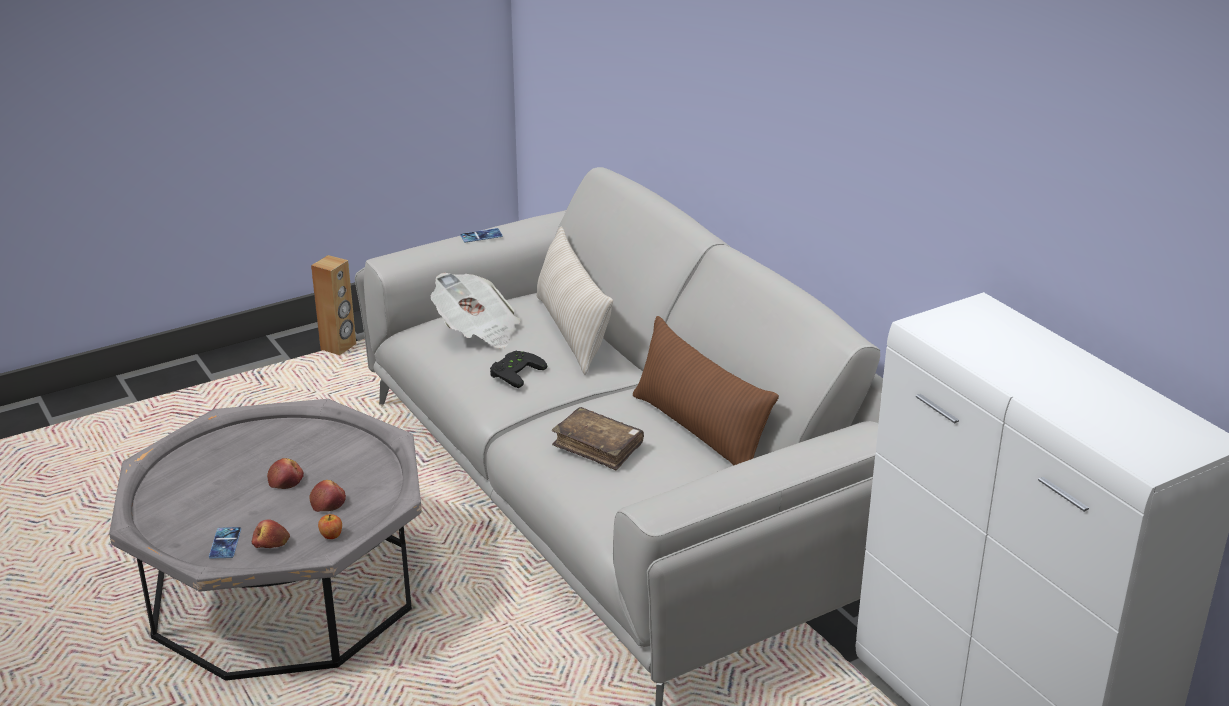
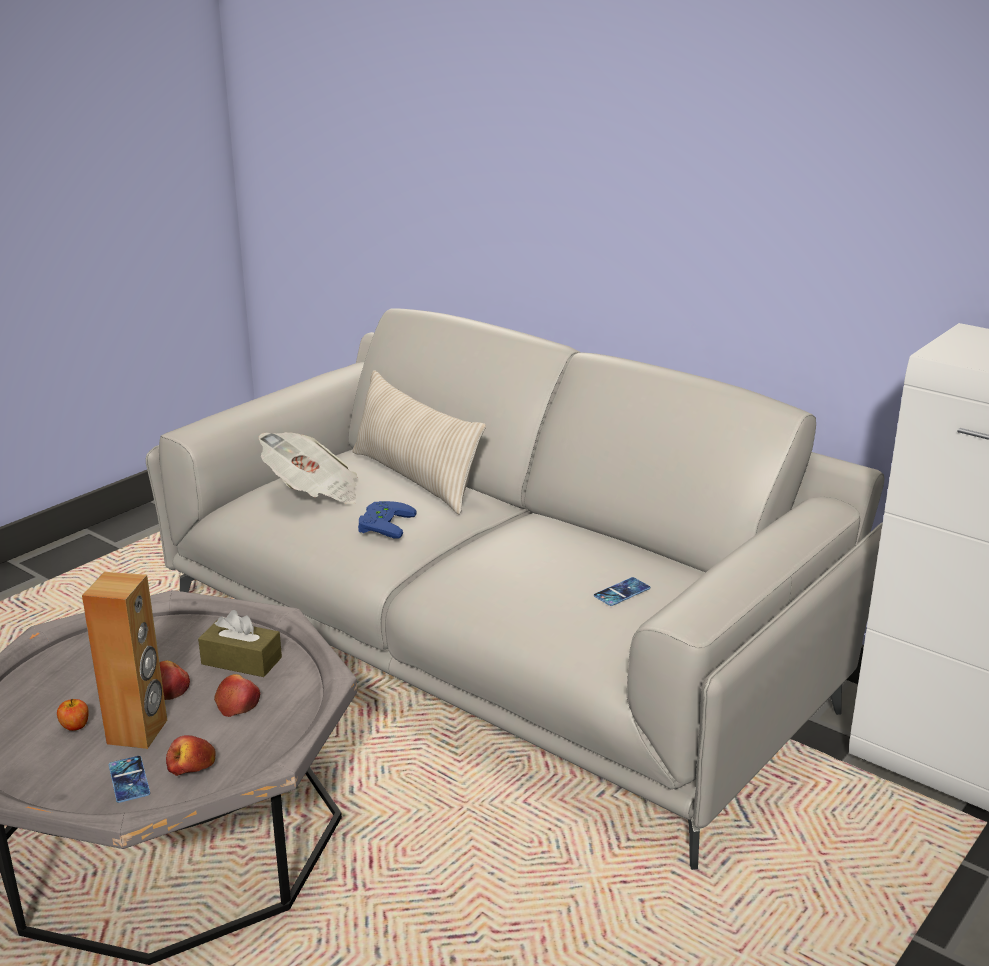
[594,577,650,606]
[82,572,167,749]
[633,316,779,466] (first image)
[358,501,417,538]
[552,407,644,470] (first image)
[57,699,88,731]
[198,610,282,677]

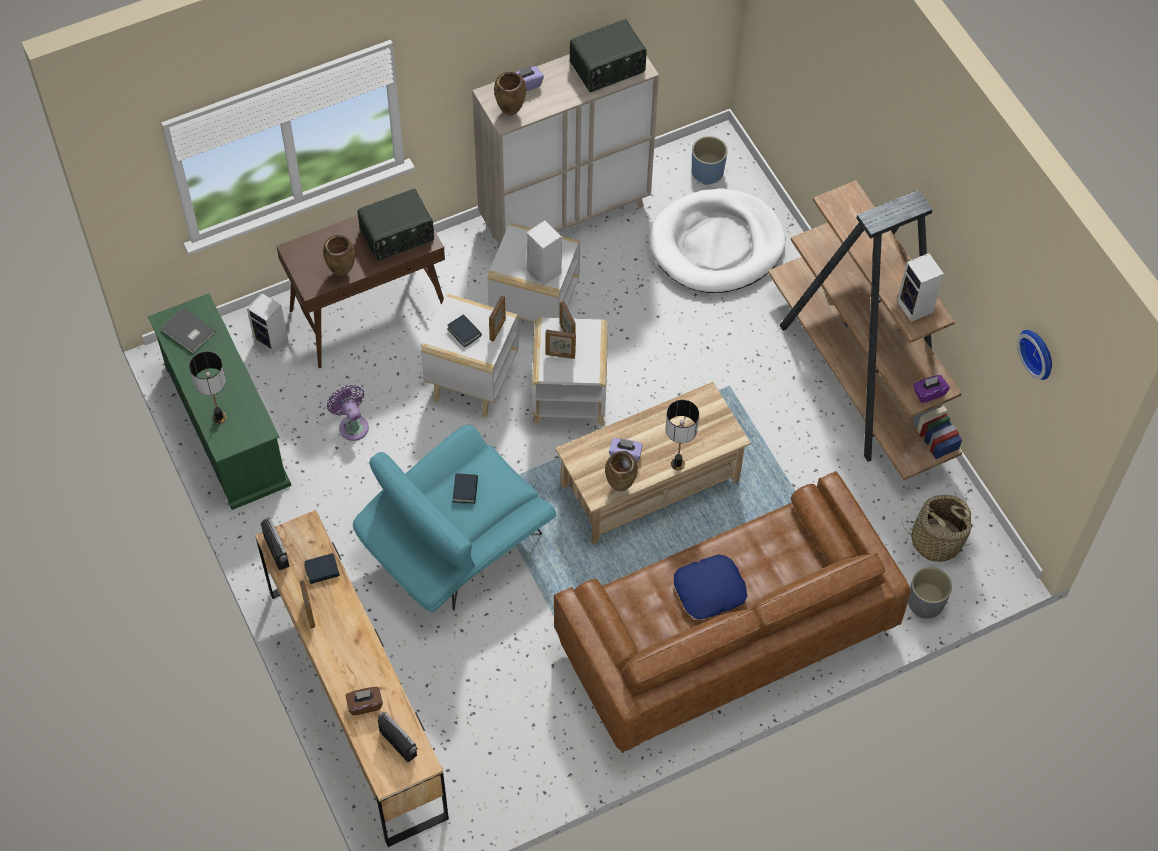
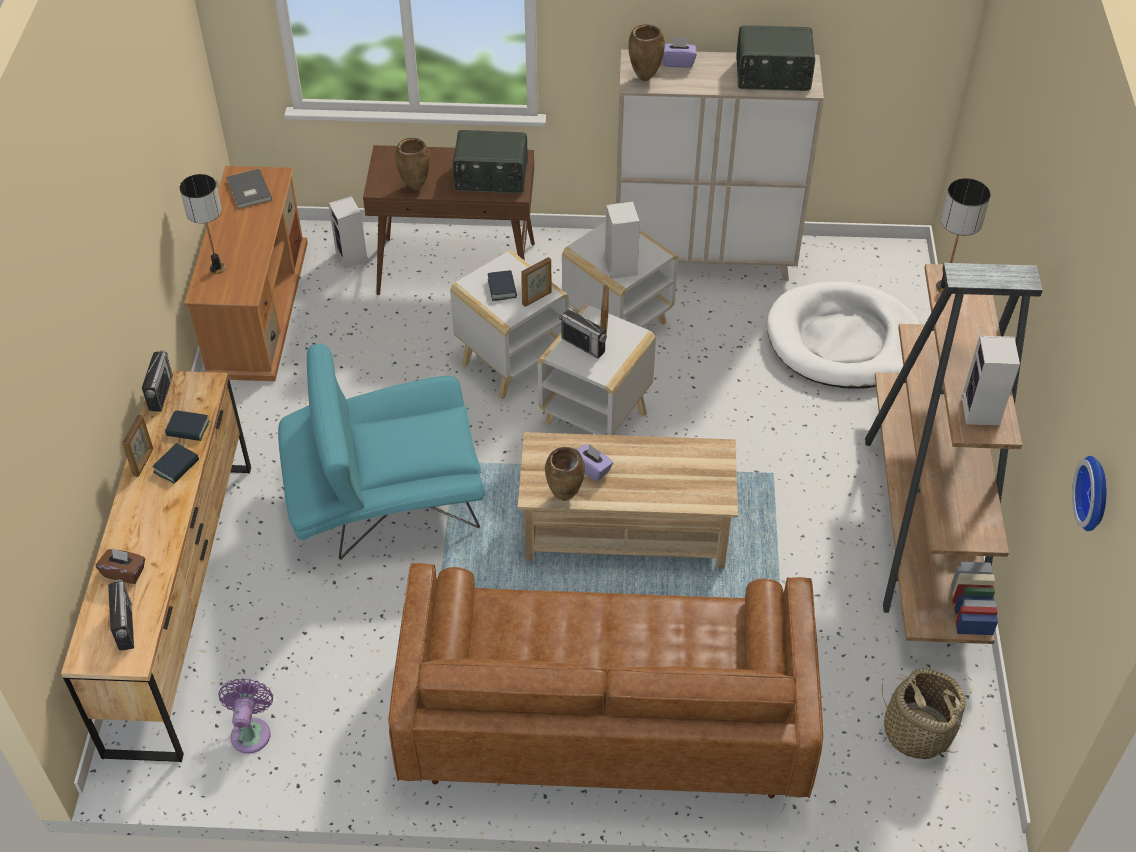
[692,136,728,185] (first image)
[184,166,308,381]
[559,304,607,359]
[913,375,950,403] (first image)
[219,678,273,754]
[936,178,990,292]
[152,443,199,484]
[674,555,747,620] (first image)
[908,567,952,619] (first image)

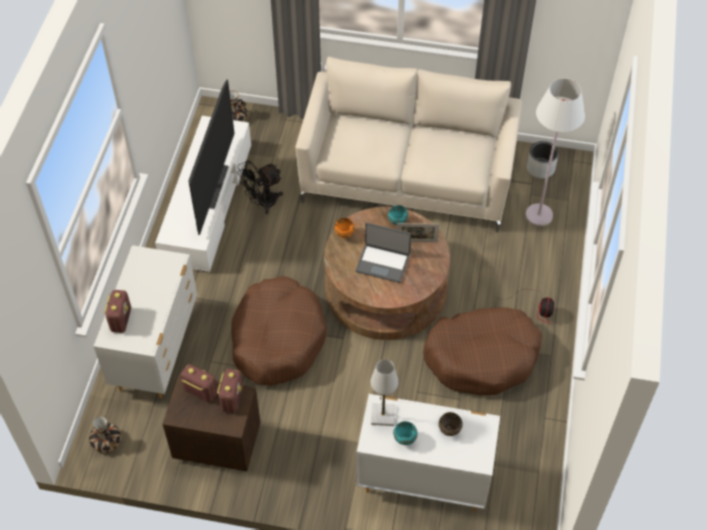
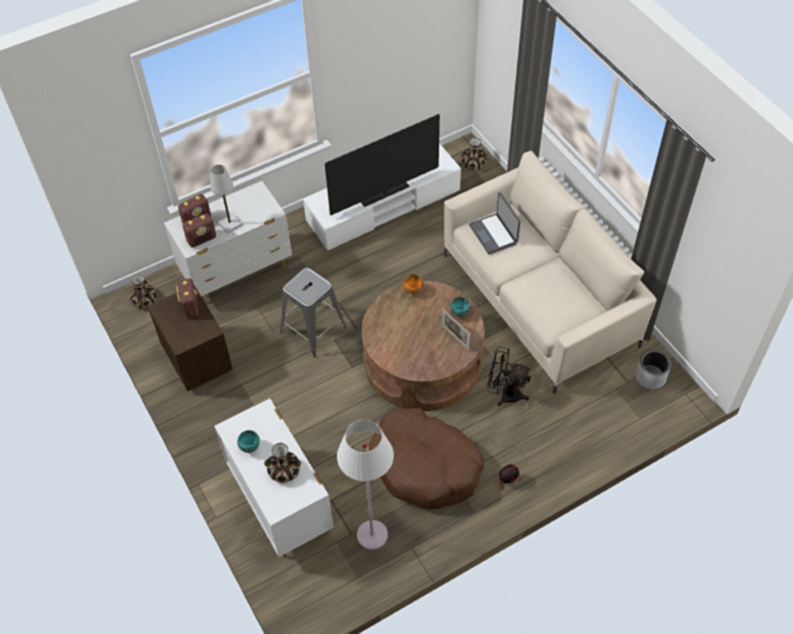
[337,420,394,550]
[487,347,531,406]
[469,192,520,254]
[280,267,347,357]
[210,164,243,234]
[182,213,216,248]
[264,443,301,483]

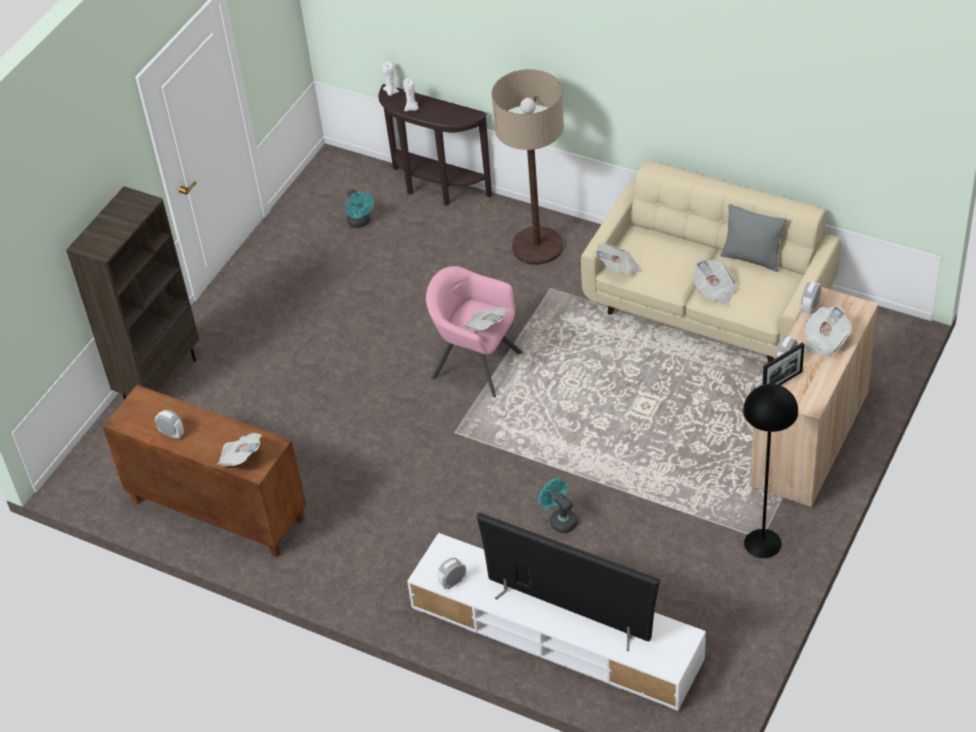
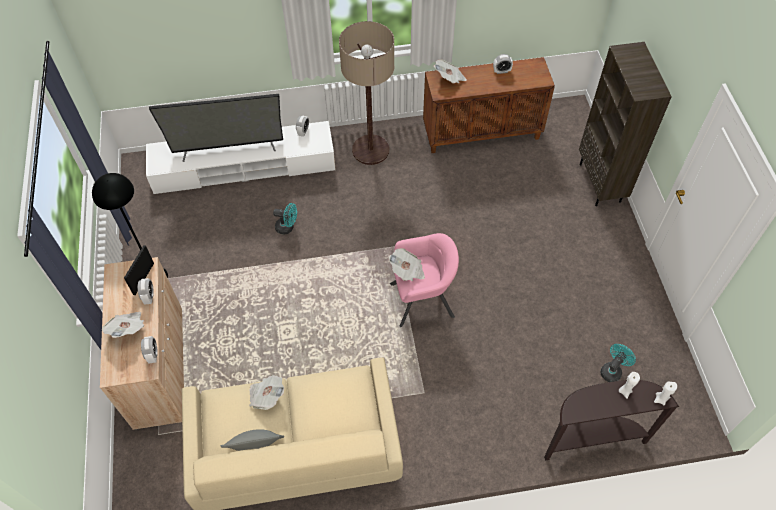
[339,21,394,165]
[600,344,636,382]
[594,243,642,275] (first image)

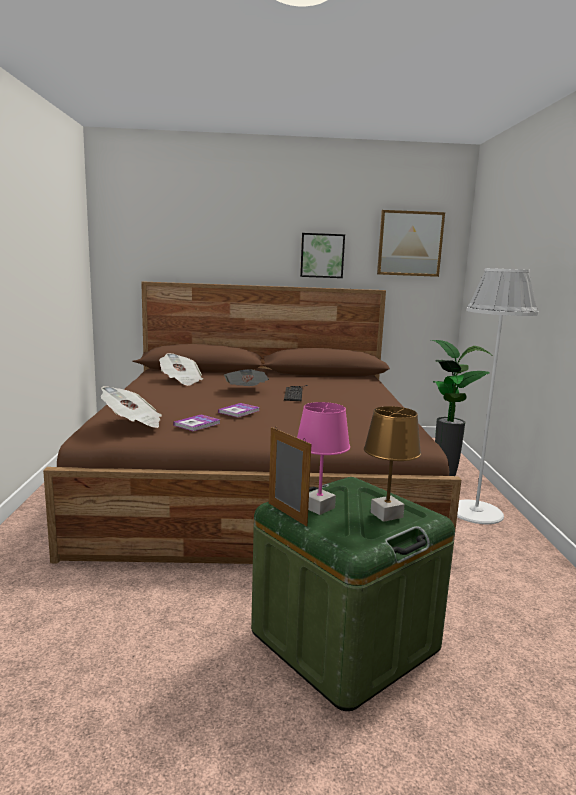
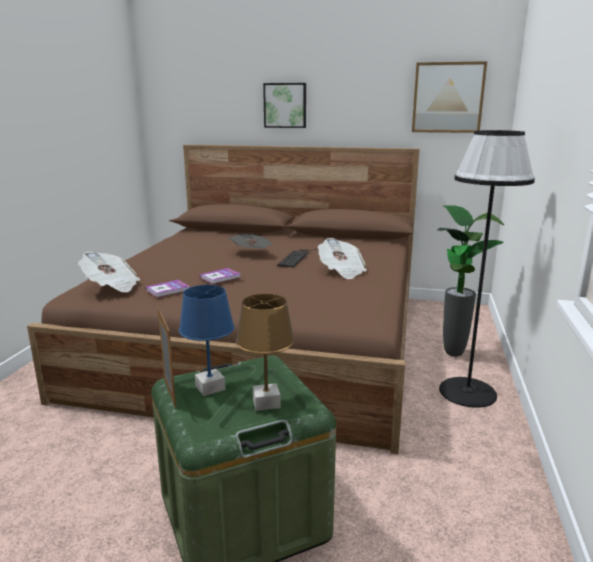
[263,83,306,128]
[439,130,535,408]
[318,238,367,279]
[179,285,235,396]

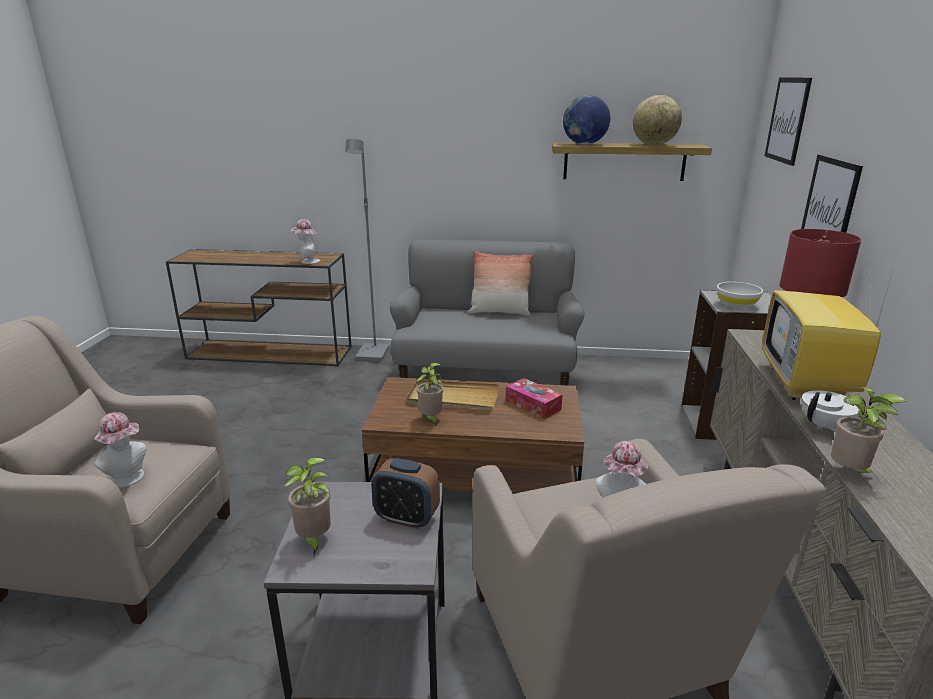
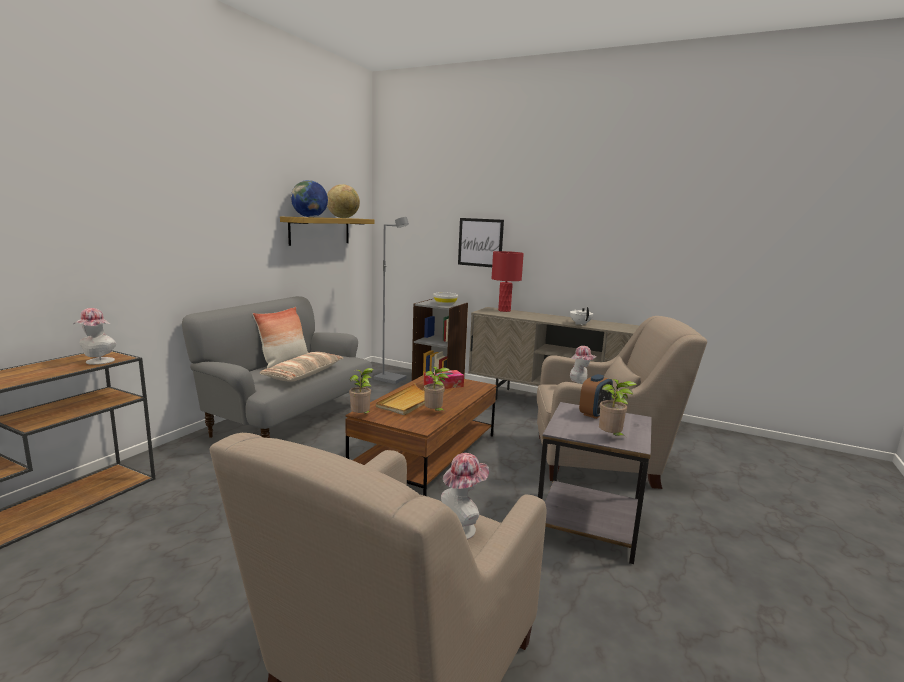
[765,78,812,166] (first image)
[374,217,409,384]
[762,260,896,400] (first image)
[349,368,374,413]
[260,352,343,382]

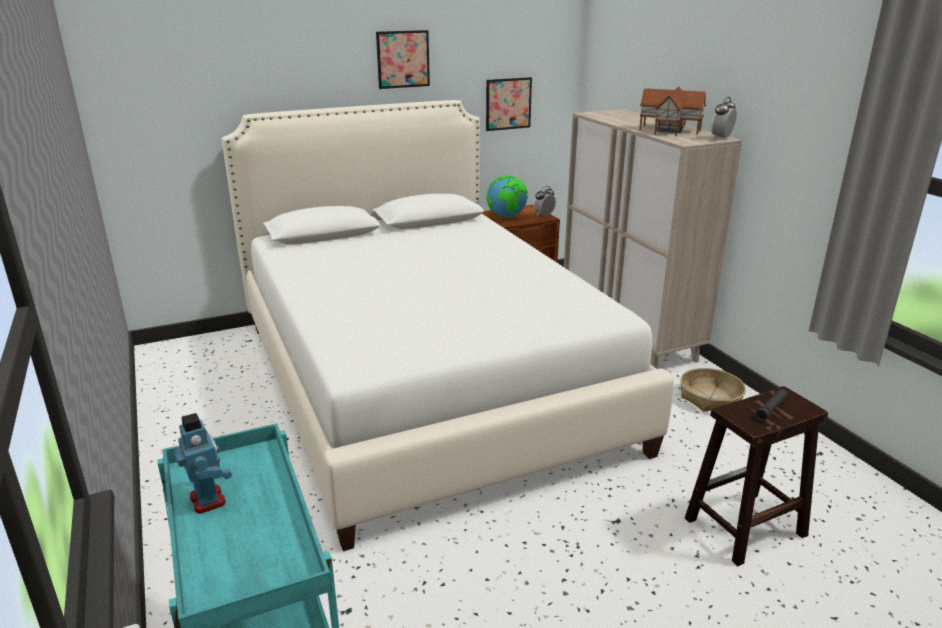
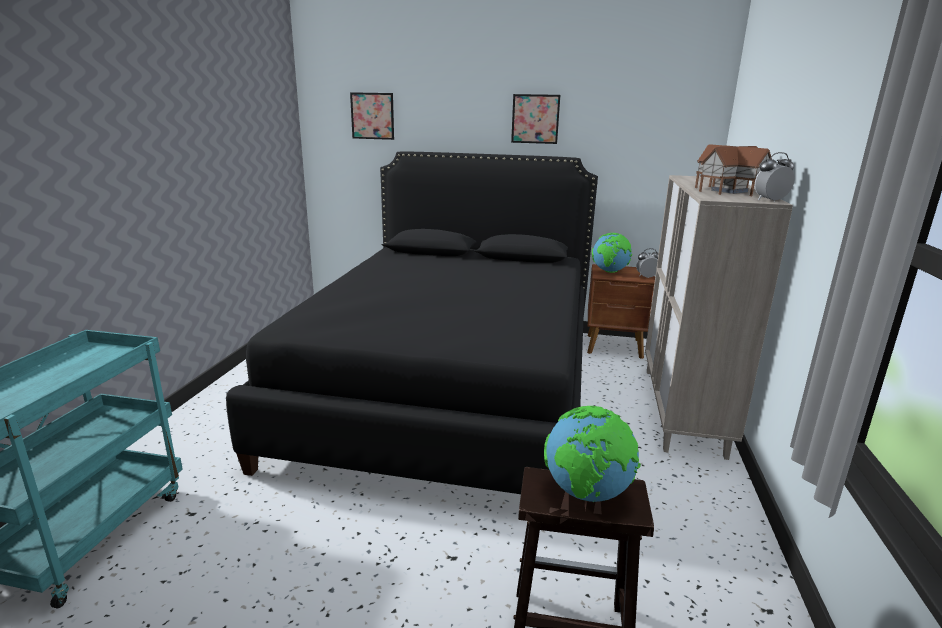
[350,92,394,140]
[226,152,598,494]
[680,368,746,412] (first image)
[544,406,641,502]
[174,413,232,514] (first image)

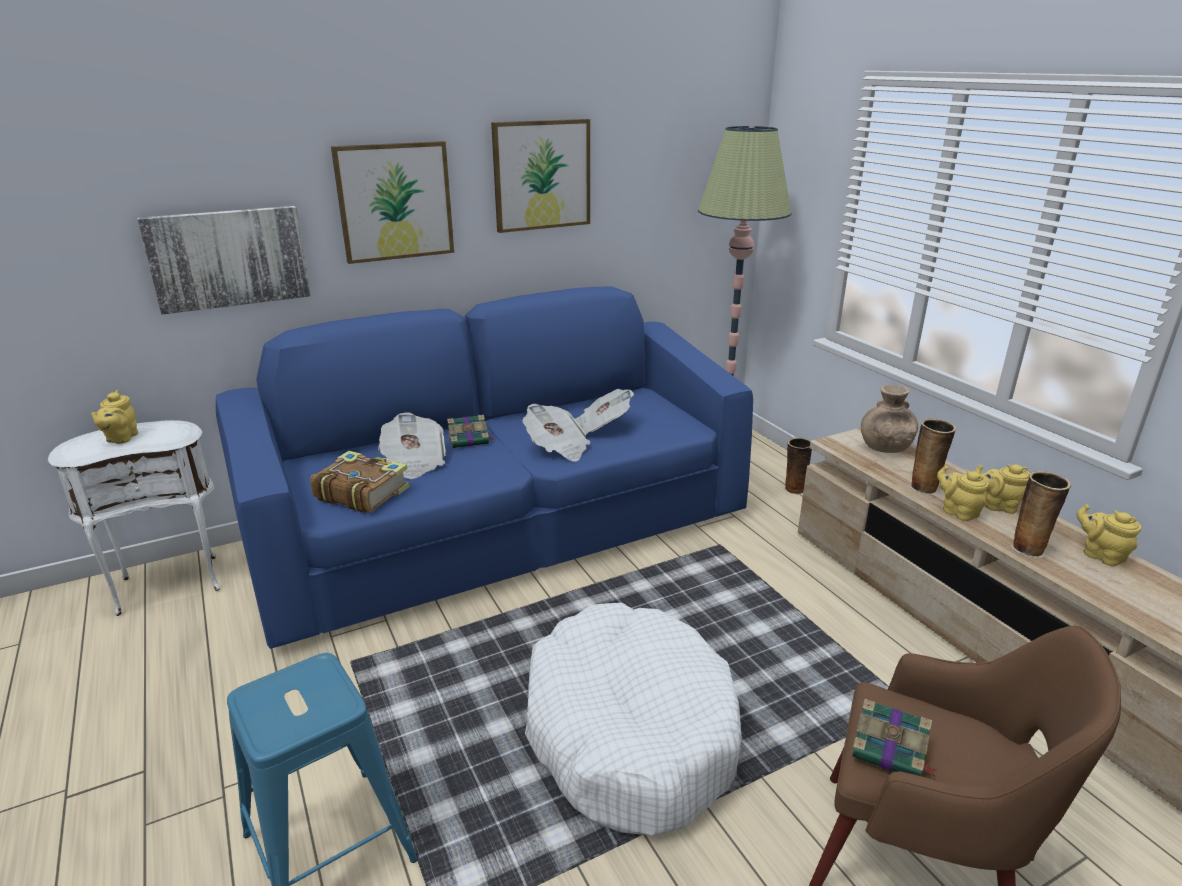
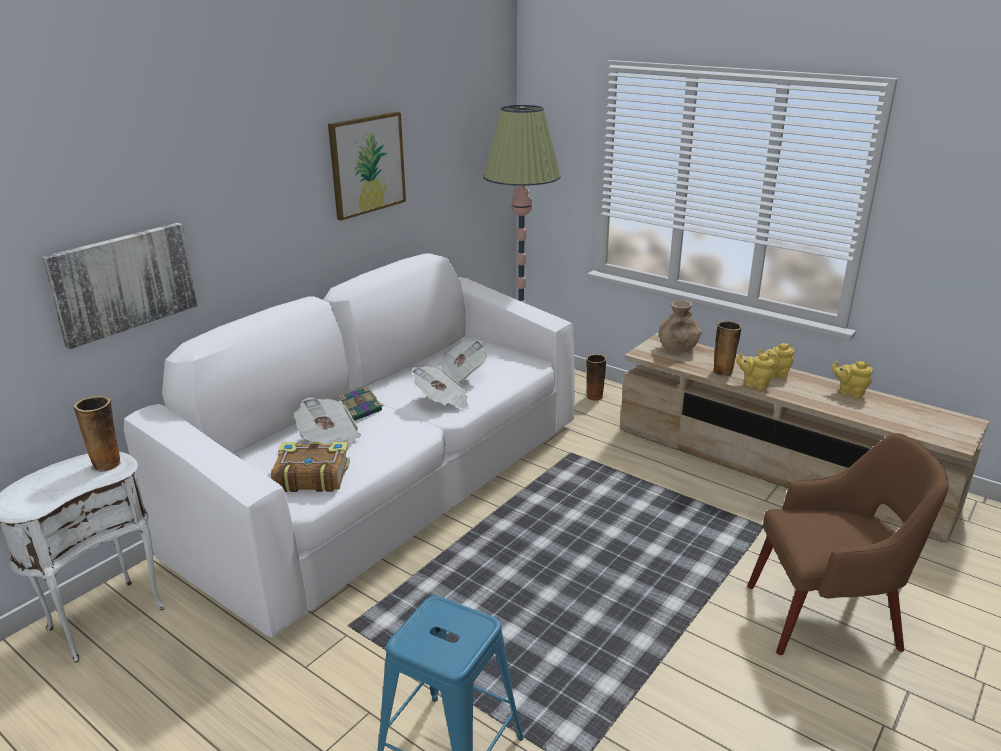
[331,141,454,264] (first image)
[124,253,575,638]
[91,390,138,444] (first image)
[73,396,122,472]
[525,603,742,836] (first image)
[851,699,936,777] (first image)

